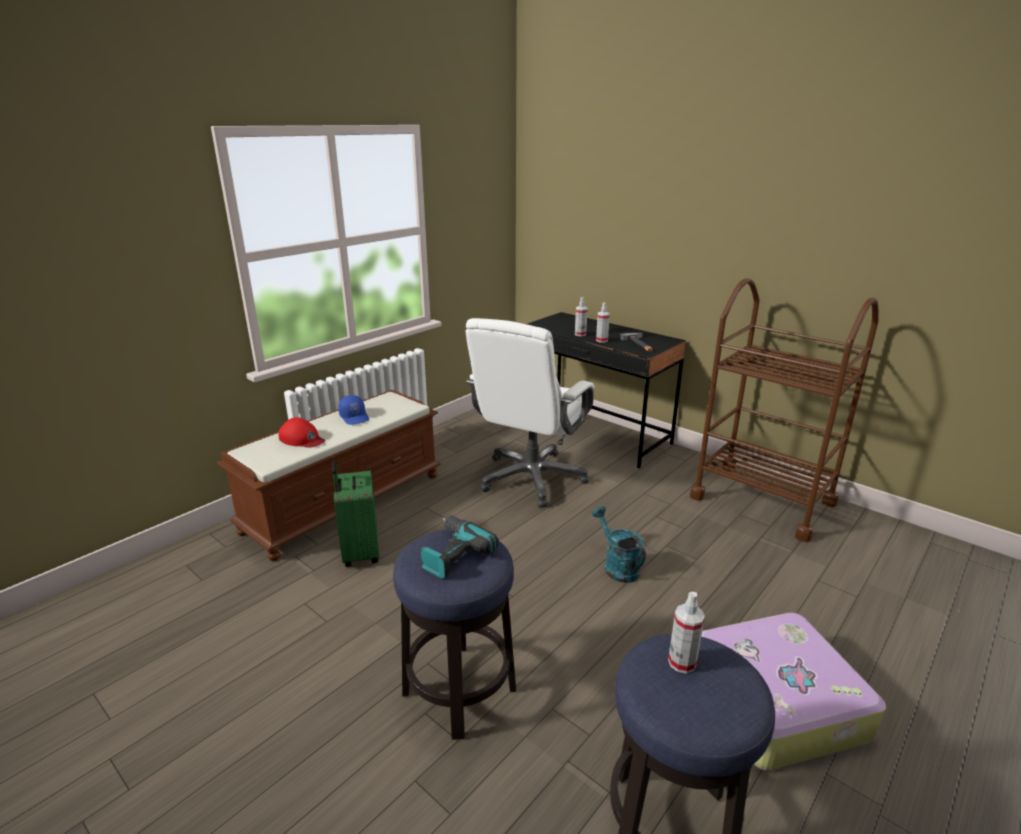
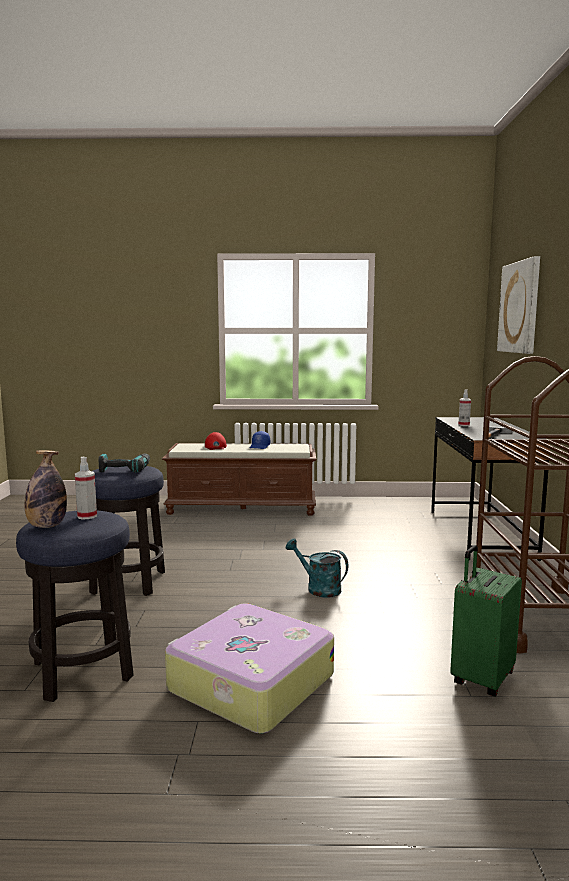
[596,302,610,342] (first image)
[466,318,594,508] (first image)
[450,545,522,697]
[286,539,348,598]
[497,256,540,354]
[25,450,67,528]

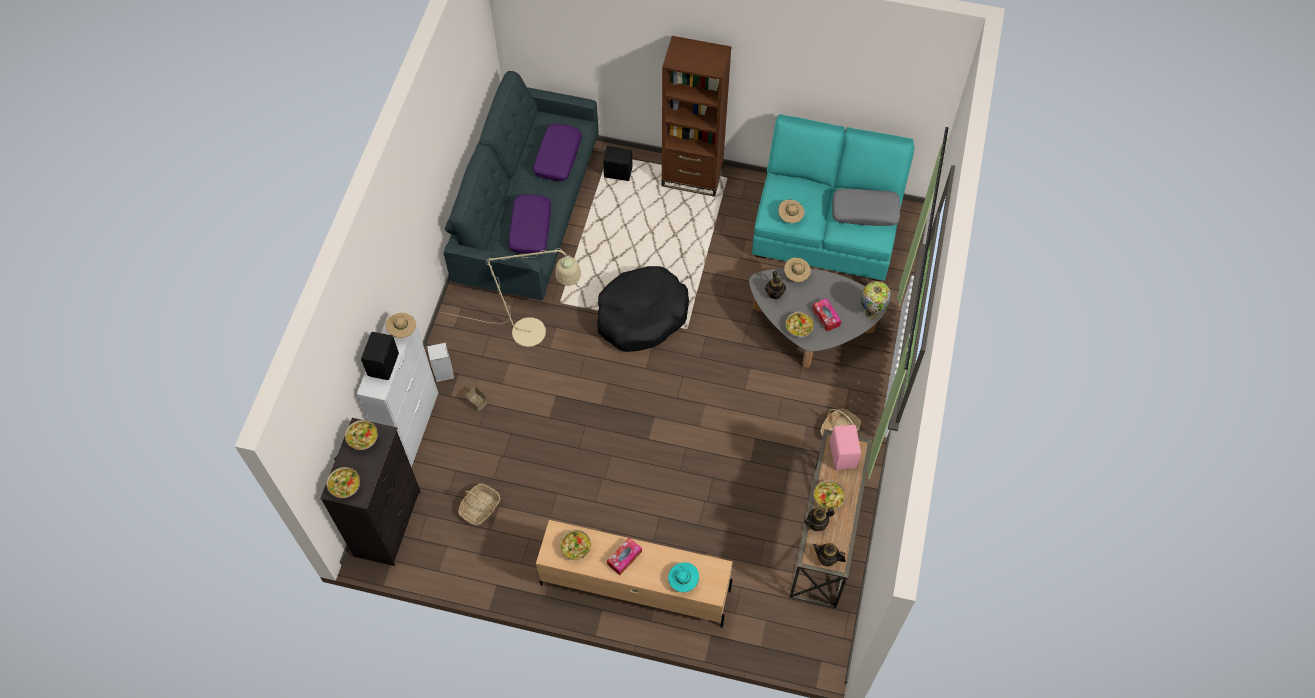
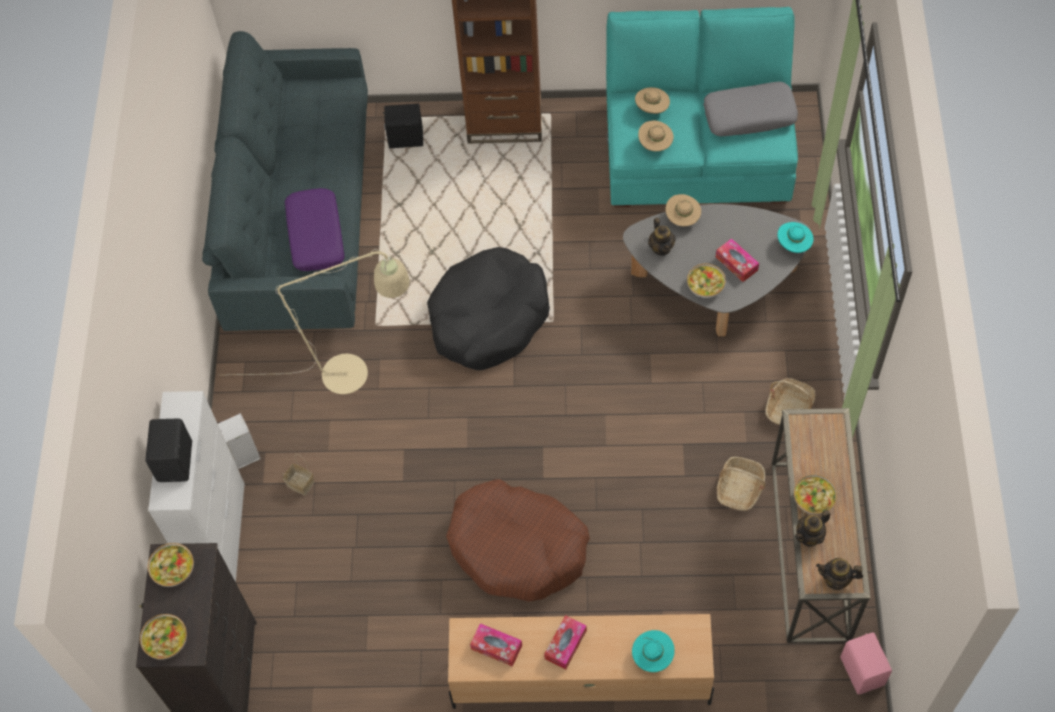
[533,123,582,181] (first image)
[777,222,814,253]
[635,87,670,114]
[840,632,892,695]
[717,457,765,511]
[470,623,522,667]
[446,479,590,602]

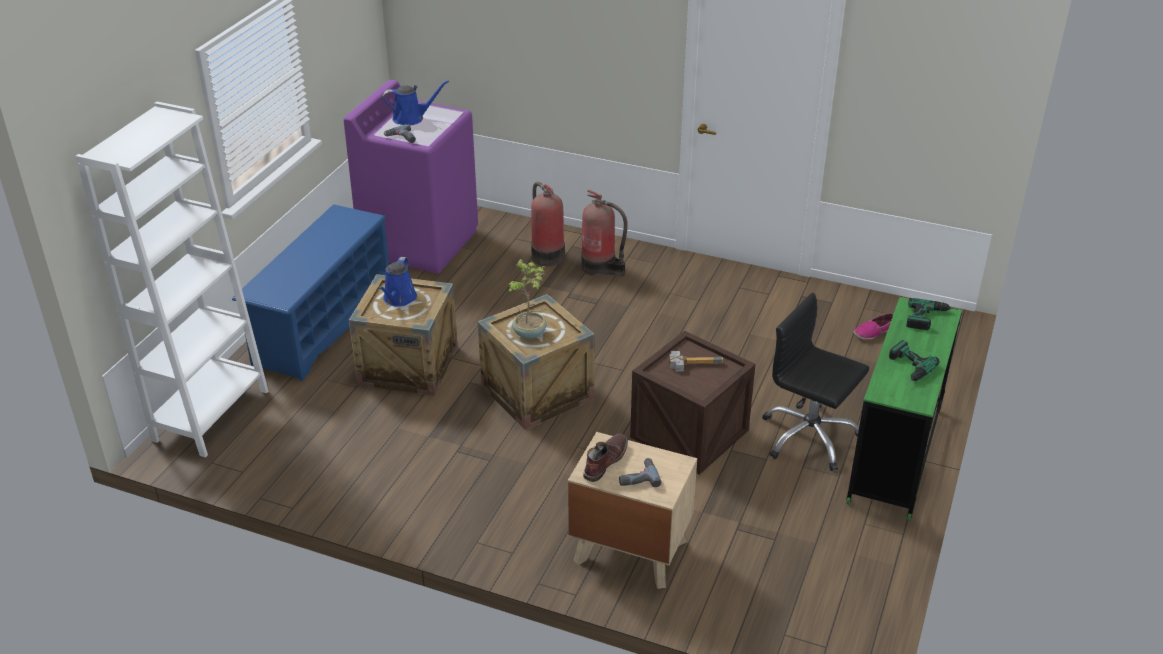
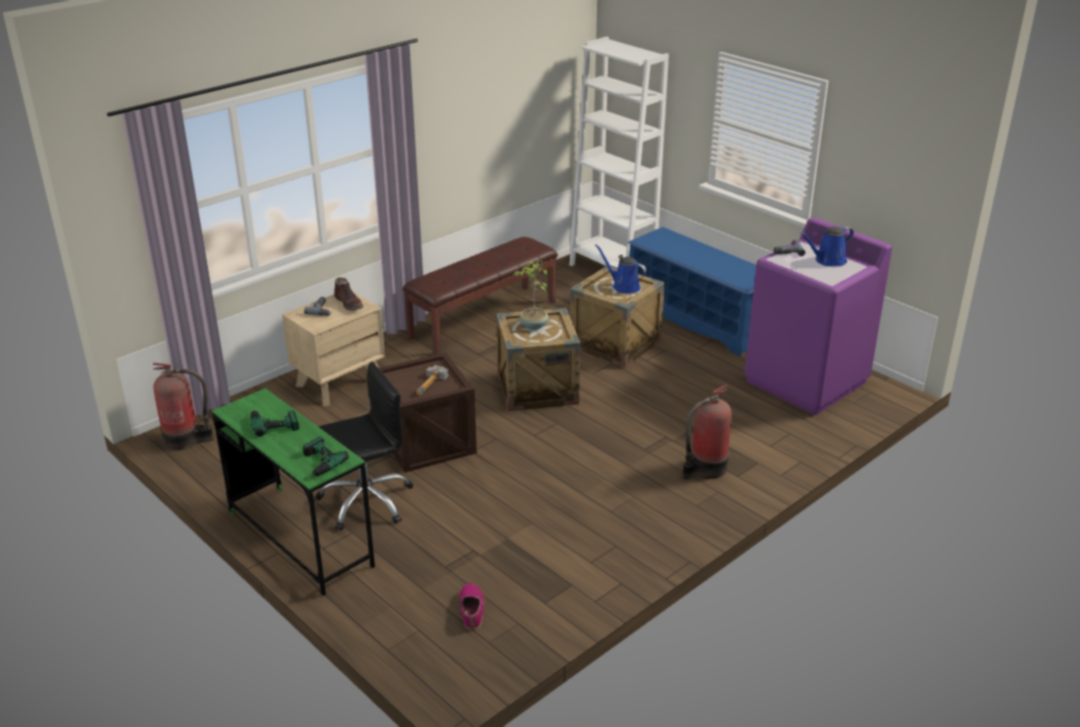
[800,226,854,266]
[153,363,214,450]
[403,237,558,355]

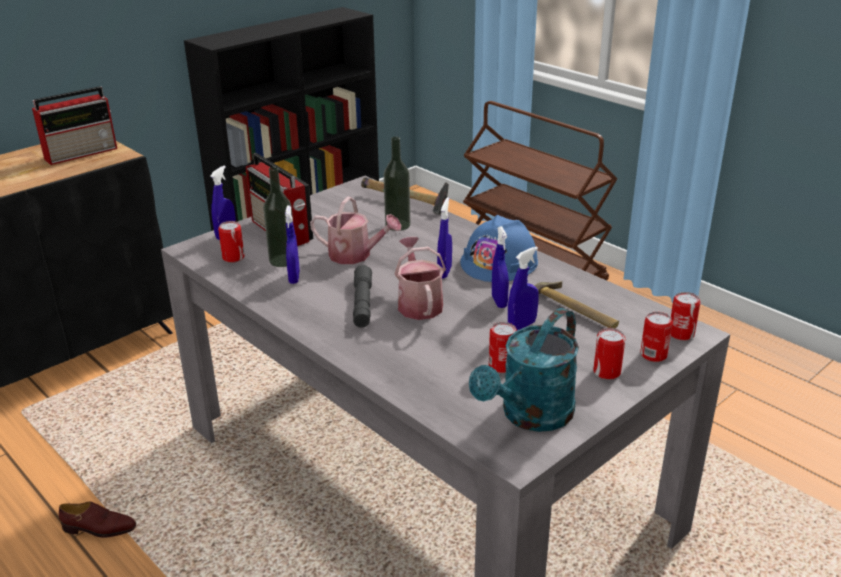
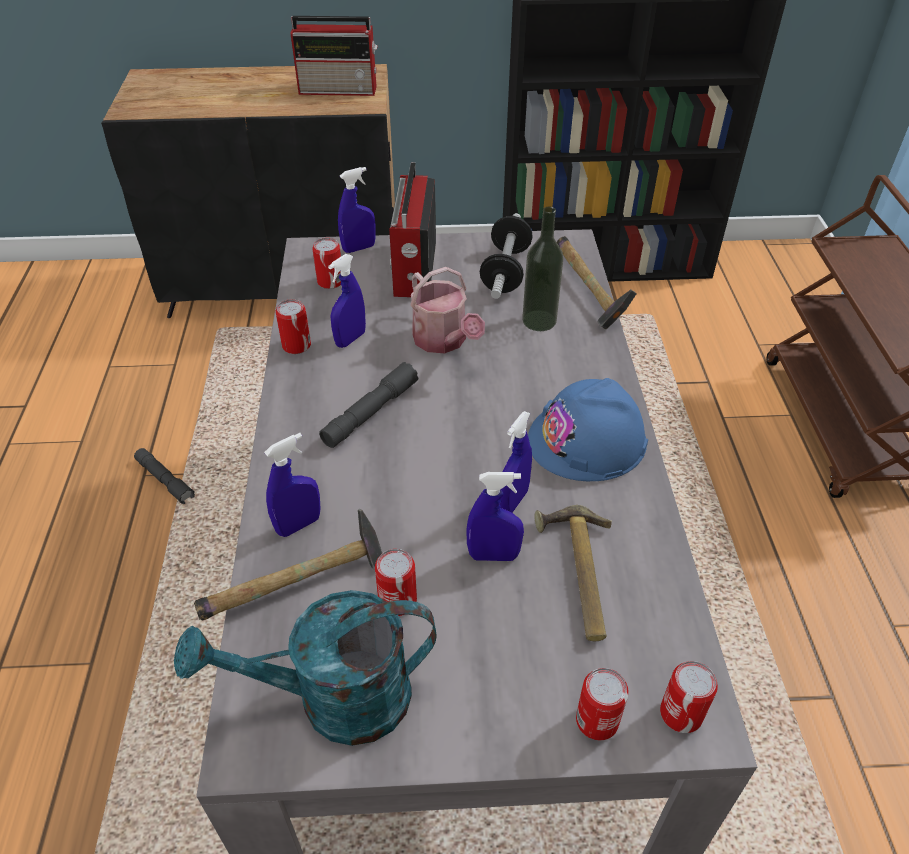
[263,167,293,267] (first image)
[264,433,321,537]
[394,237,446,320] (first image)
[276,299,311,354]
[134,448,195,504]
[480,213,533,299]
[194,509,382,621]

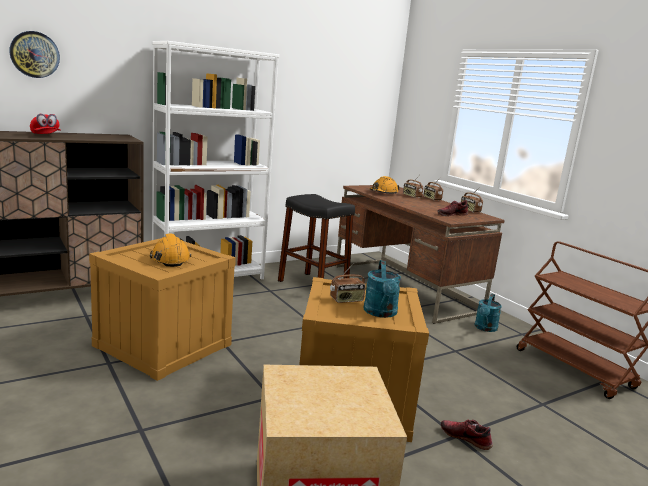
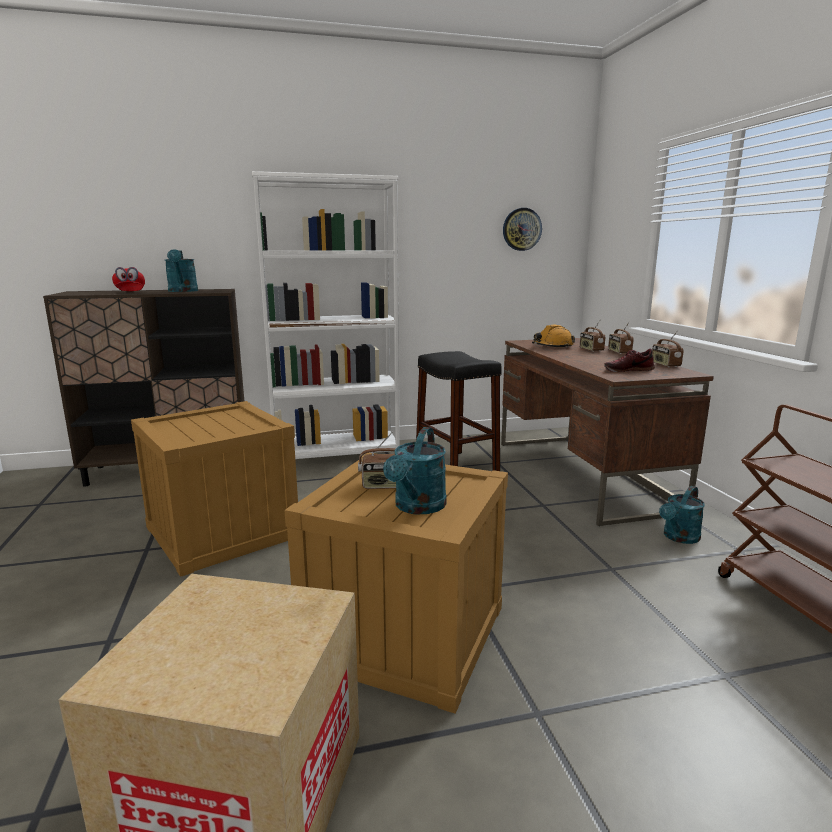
[503,208,542,251]
[150,234,191,267] (first image)
[441,419,493,450] (first image)
[165,249,198,292]

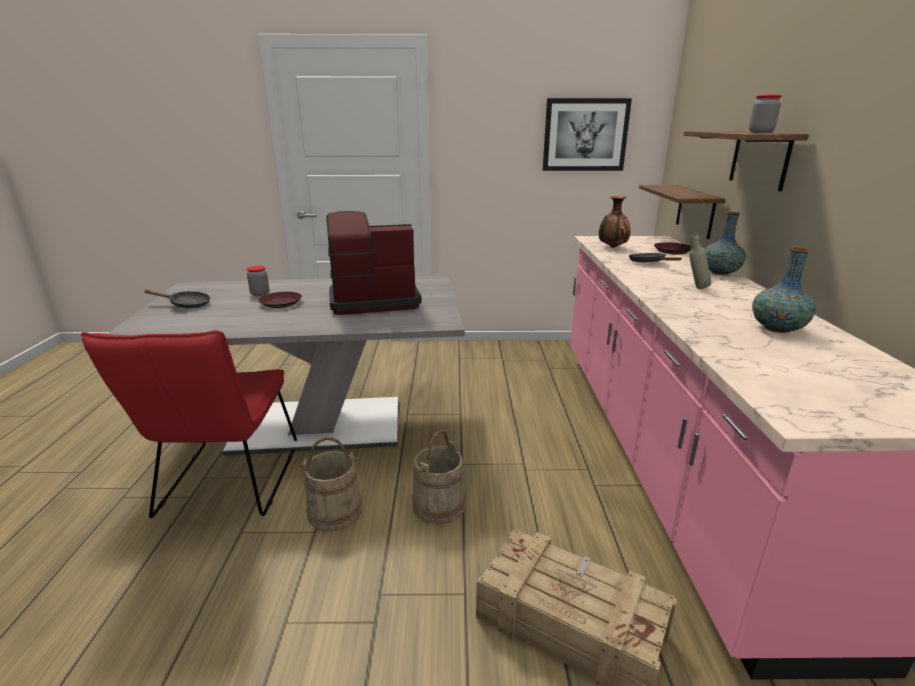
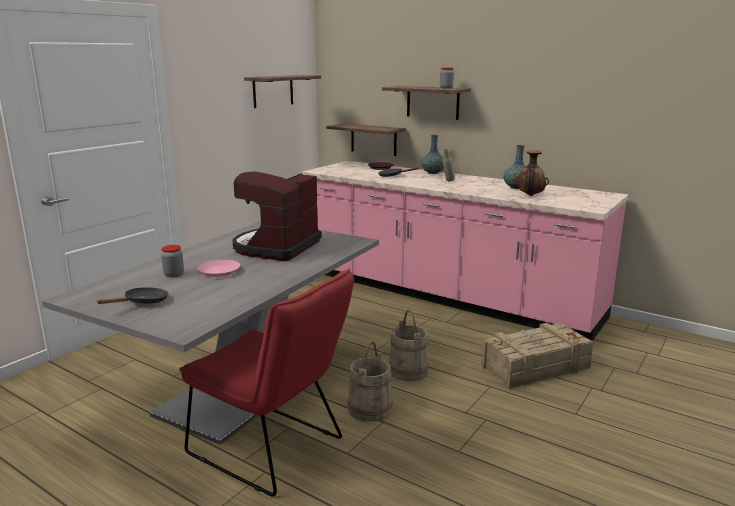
[244,75,321,108]
[515,150,549,196]
[198,260,240,277]

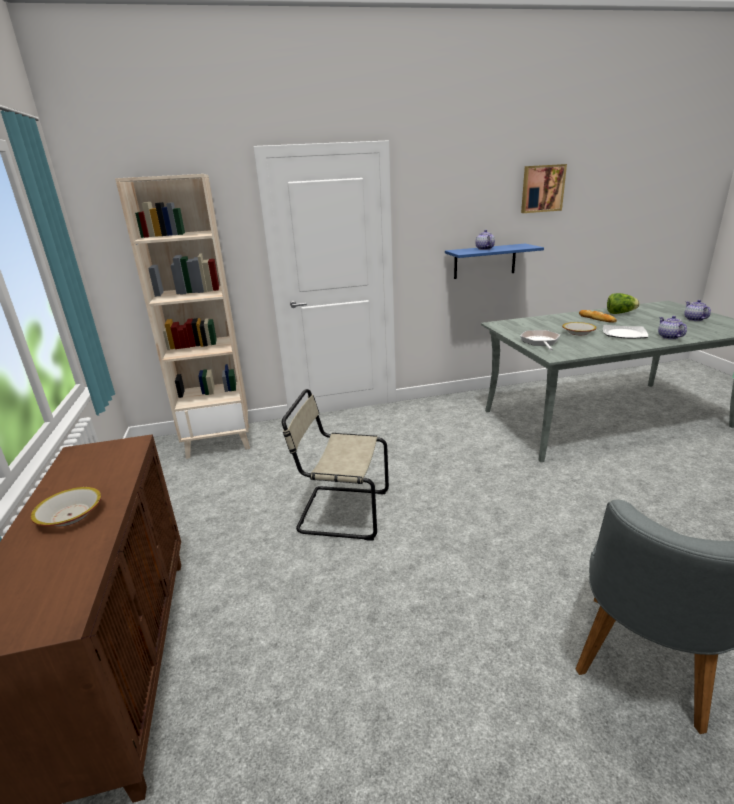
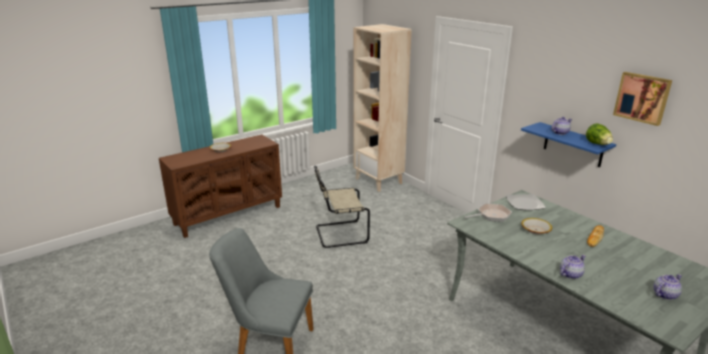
[586,123,613,145]
[506,194,546,210]
[314,165,370,248]

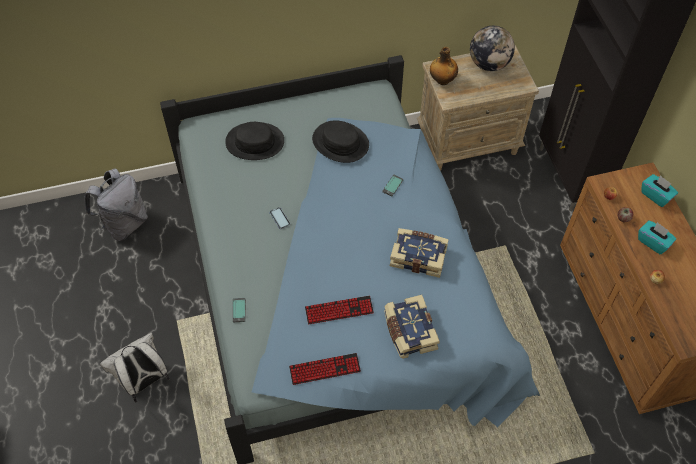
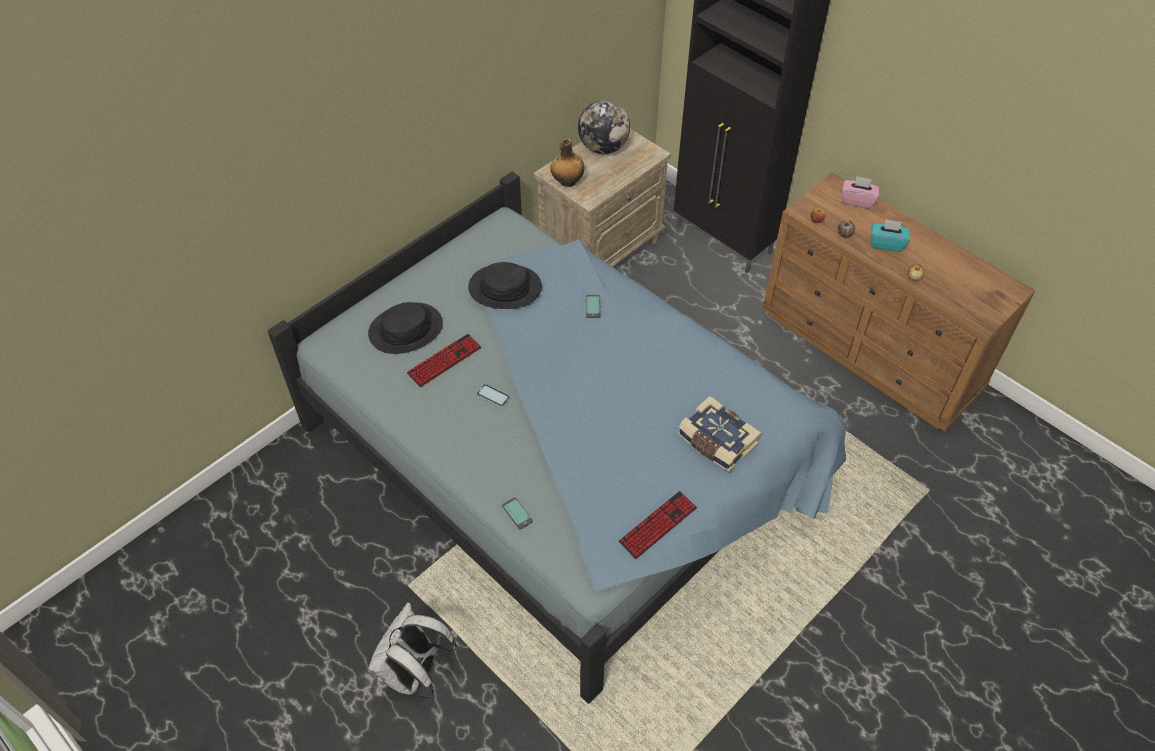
[85,169,148,241] (first image)
[842,176,879,209]
[390,228,449,278] (first image)
[407,334,481,387]

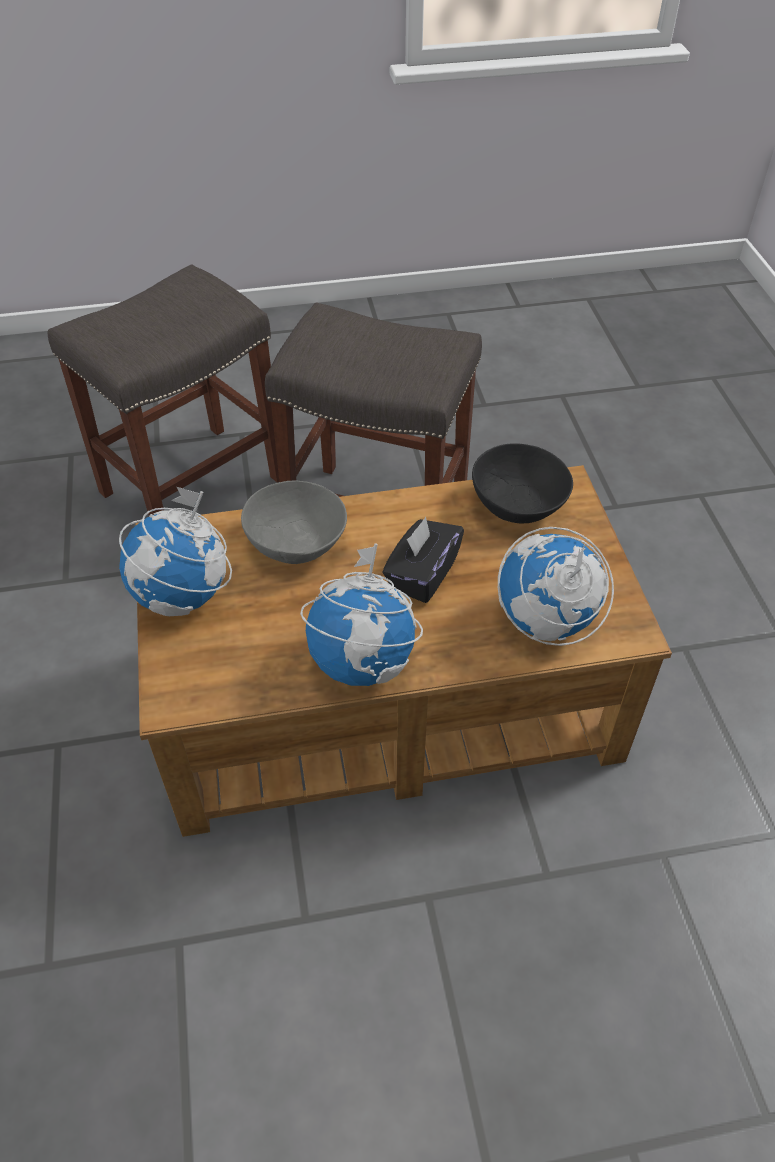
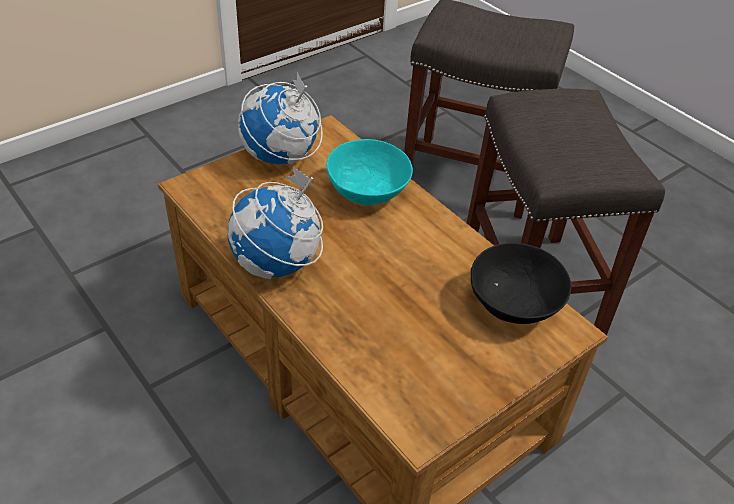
[327,139,413,205]
[382,517,464,603] (first image)
[498,527,614,646] (first image)

